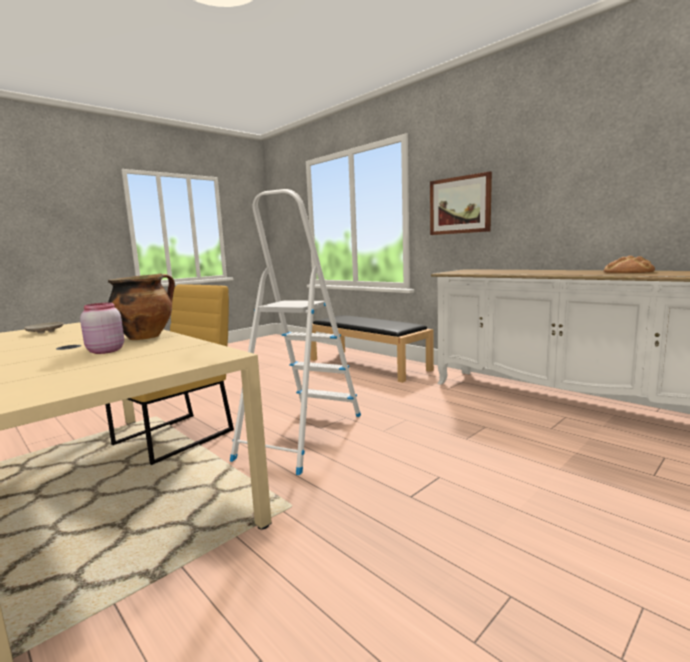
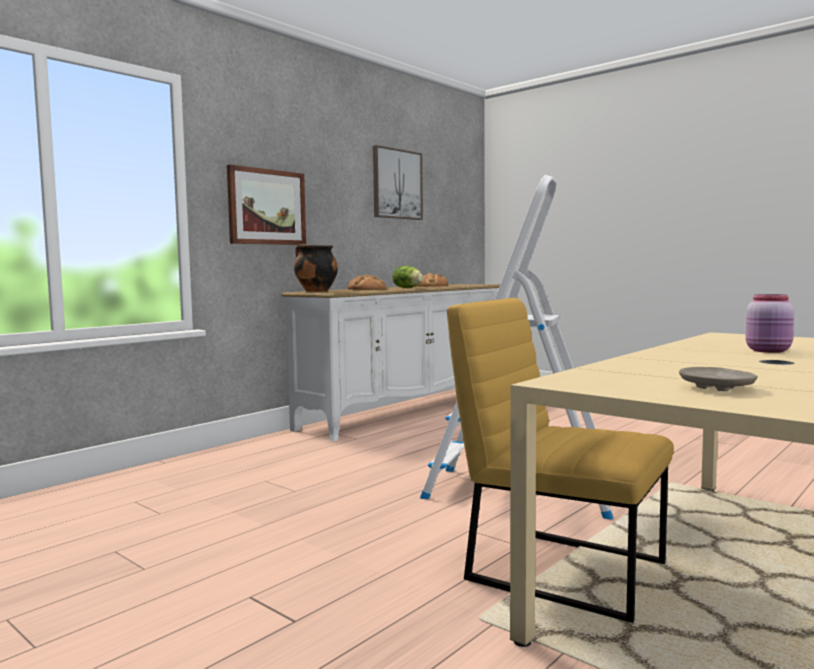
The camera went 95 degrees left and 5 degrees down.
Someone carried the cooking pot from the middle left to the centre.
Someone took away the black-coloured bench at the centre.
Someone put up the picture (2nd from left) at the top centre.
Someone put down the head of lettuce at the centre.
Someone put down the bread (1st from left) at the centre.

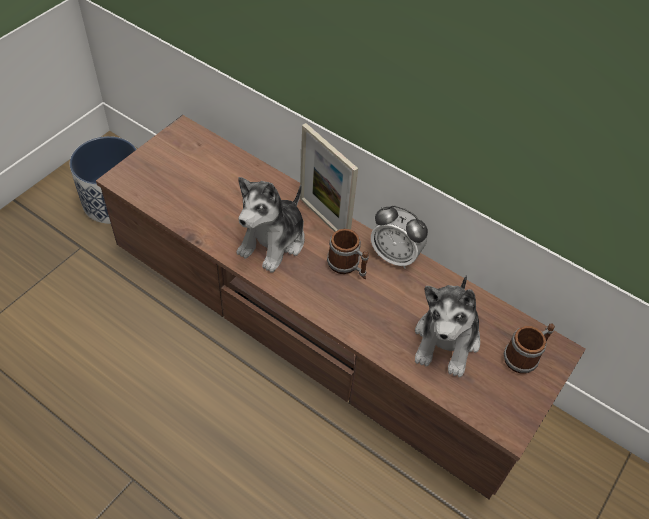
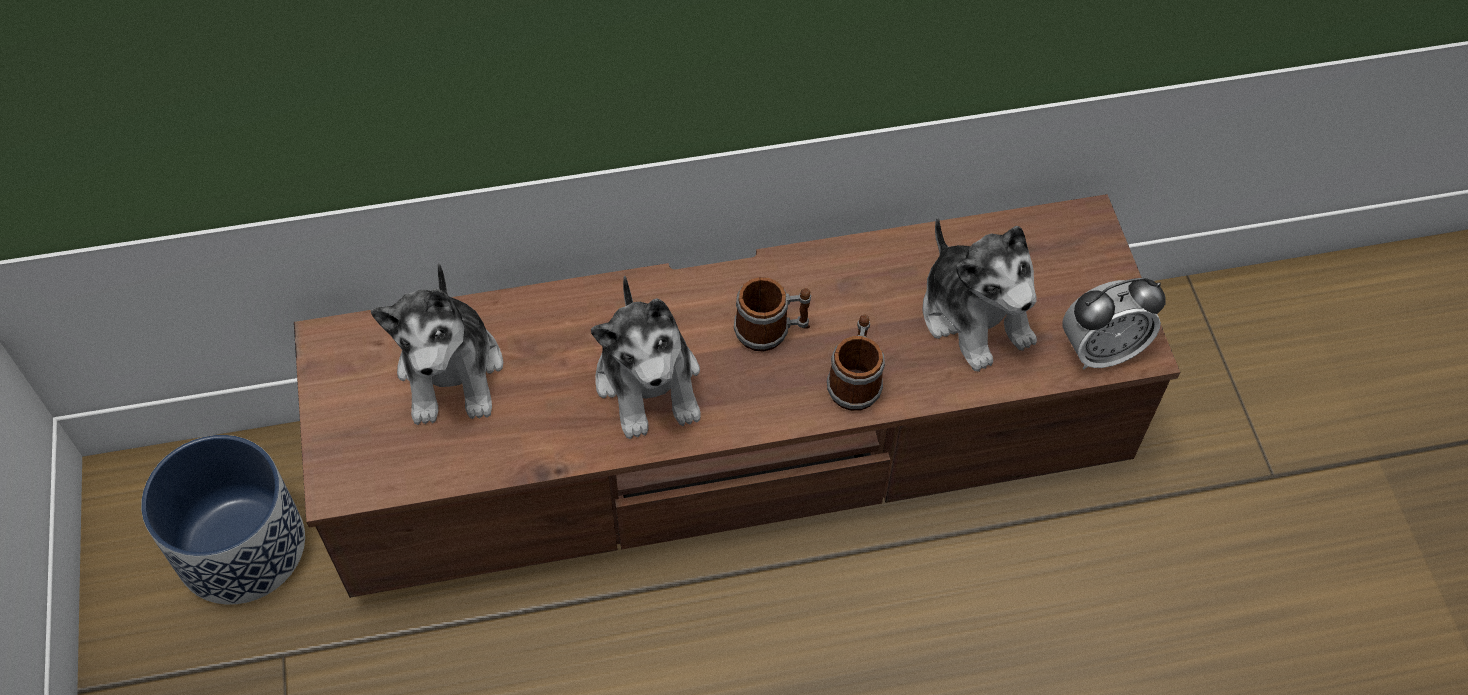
The camera went 45 degrees left and 5 degrees up.
Someone took away the photo frame at the centre.
Someone carried the alarm clock from the centre to the middle right.
Someone carried the coffee mug (2nd from left) from the bottom right to the centre.
Someone put down the cuddly toy (1st from left) at the middle left.

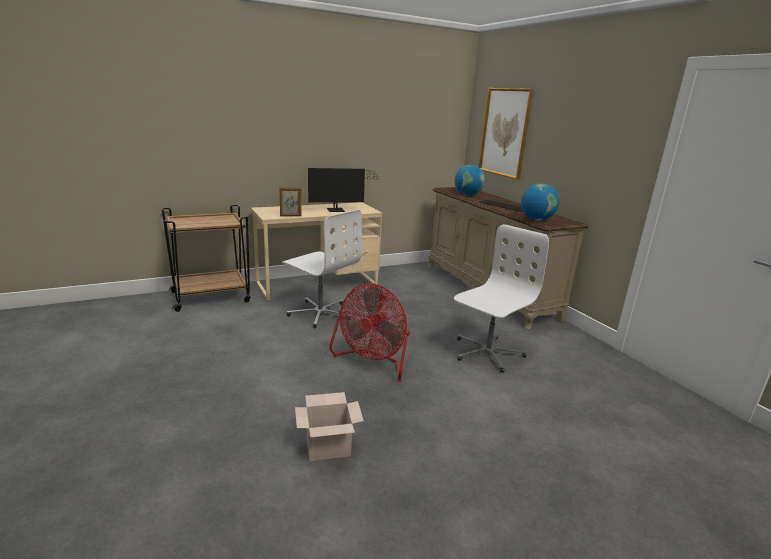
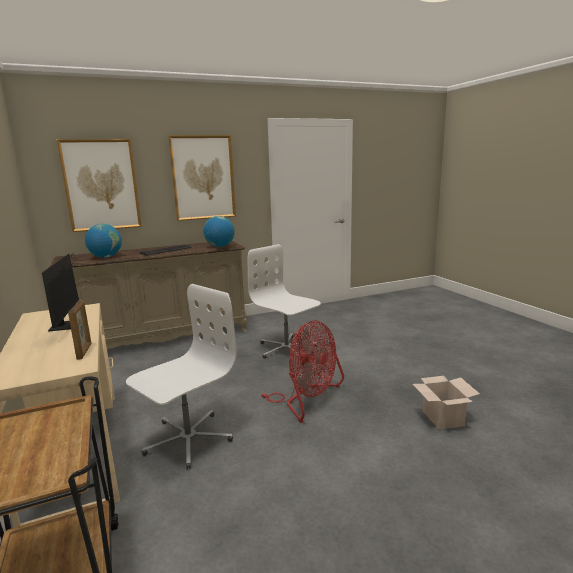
The camera went 85 degrees left and 5 degrees down.
Someone put up the picture (2nd from left) at the top centre.

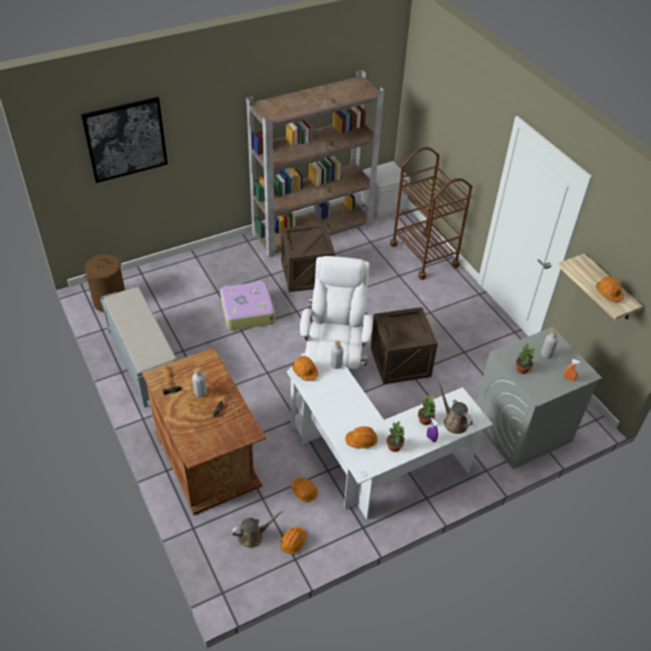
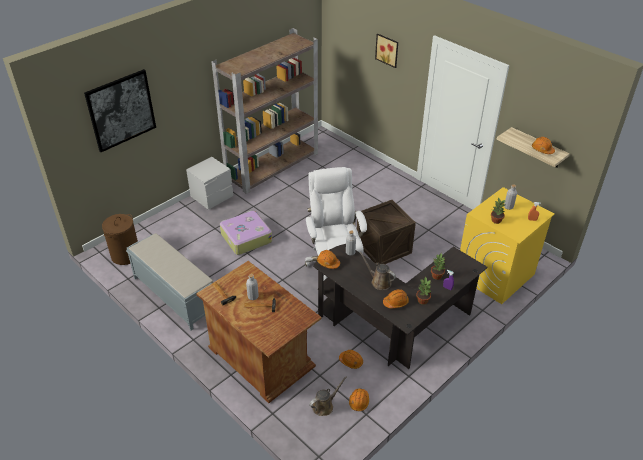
The camera went 15 degrees left and 5 degrees down.
Someone took away the brown trolley at the top centre.
Someone carried the whitish nightstand from the top centre to the middle left.
Someone took away the shipping crate (1st from left) at the centre.
Someone repainted the gray washing machine at the middle right, which became the yellowish washing machine at the middle right.
Someone repainted the whitish desk table at the bottom centre, which became the black-coloured desk table at the centre.
Someone carried the brown sprinkling can (2nd from left) from the middle right to the centre.
Someone put up the picture (2nd from left) at the top centre.

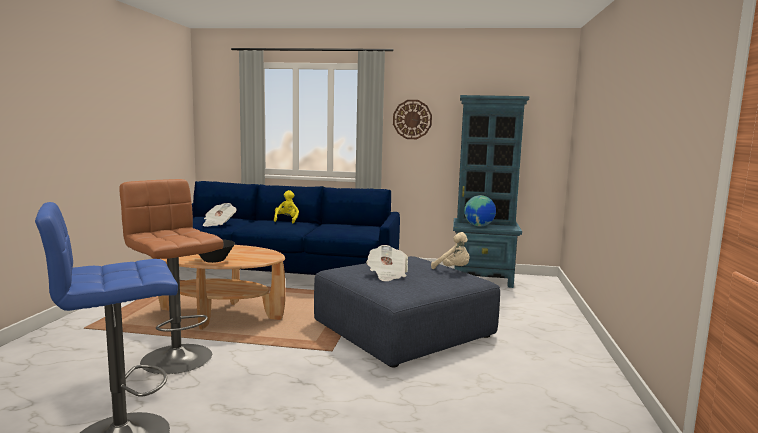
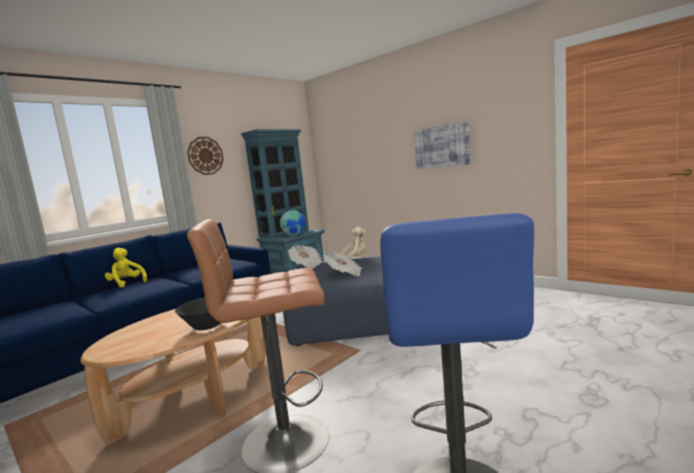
The camera went 55 degrees left and 0 degrees up.
Someone carried the printed paper (1st from left) from the middle left to the centre.
Someone put up the picture at the top centre.

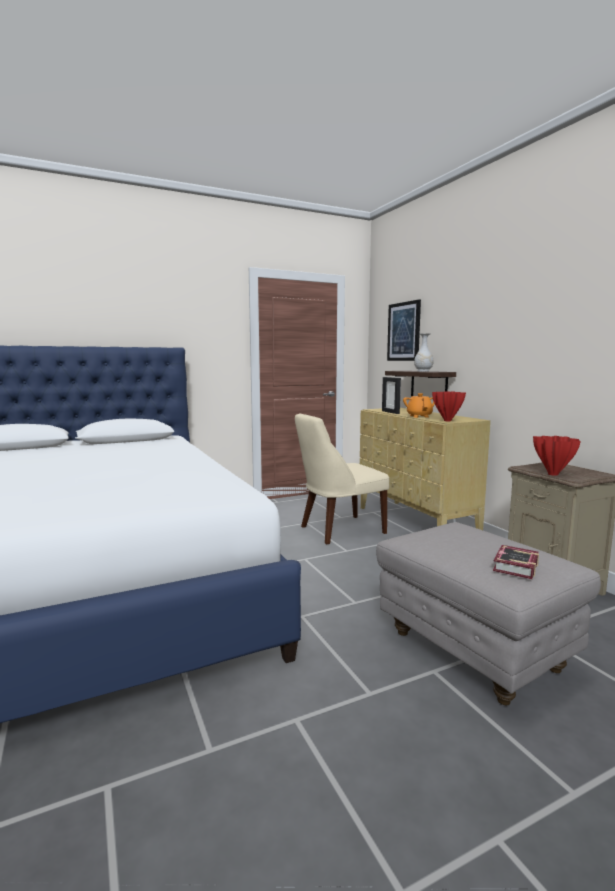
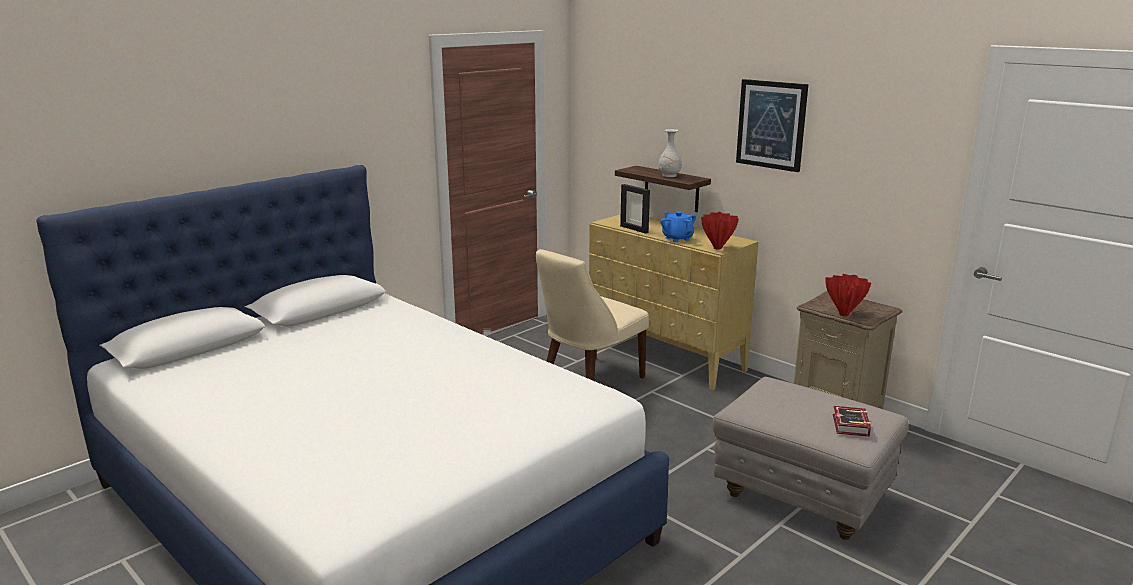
The camera went 20 degrees left and 10 degrees up.
Someone carried the picture from the centre to the top right.
Someone repainted the orange-coloured pot for tea at the middle right, which became the blue-coloured pot for tea at the centre.

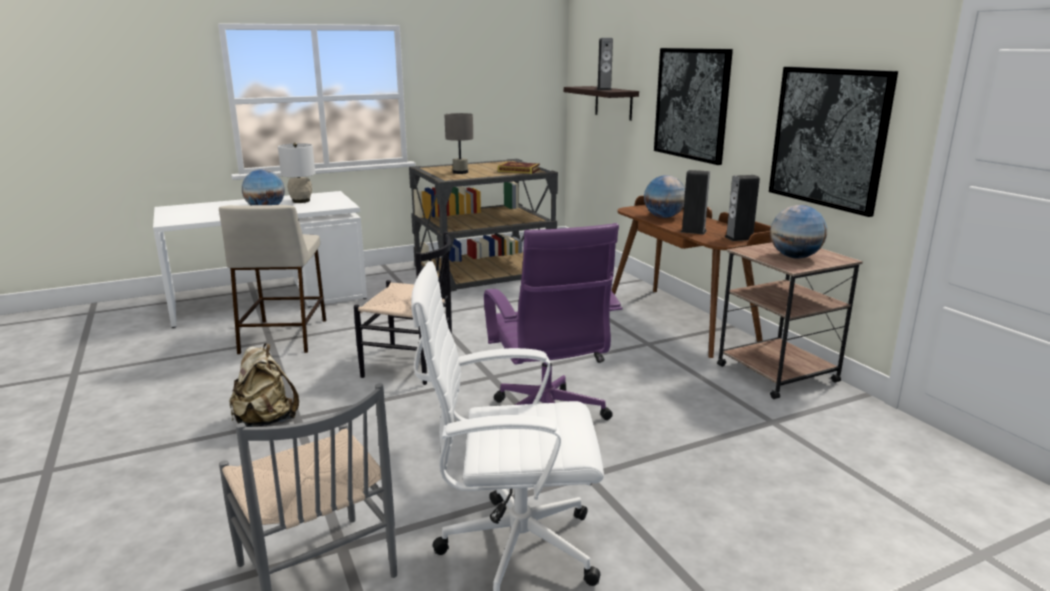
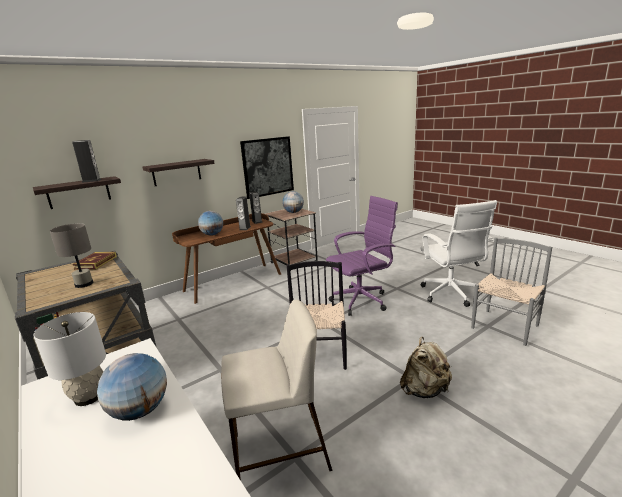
The camera went 100 degrees left and 0 degrees up.
Someone swapped the picture (1st from left) at the top centre for the shelf (2nd from left) at the middle left.

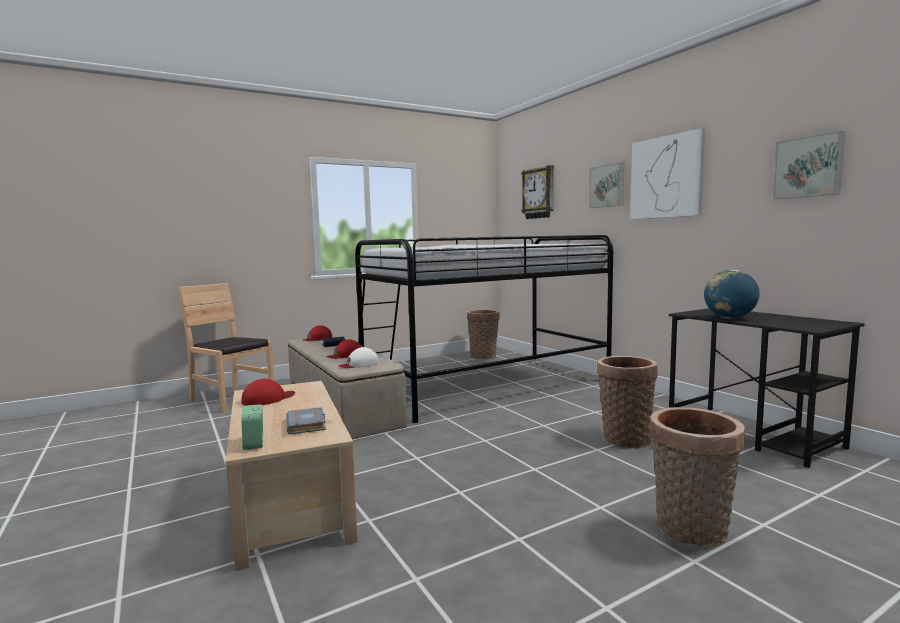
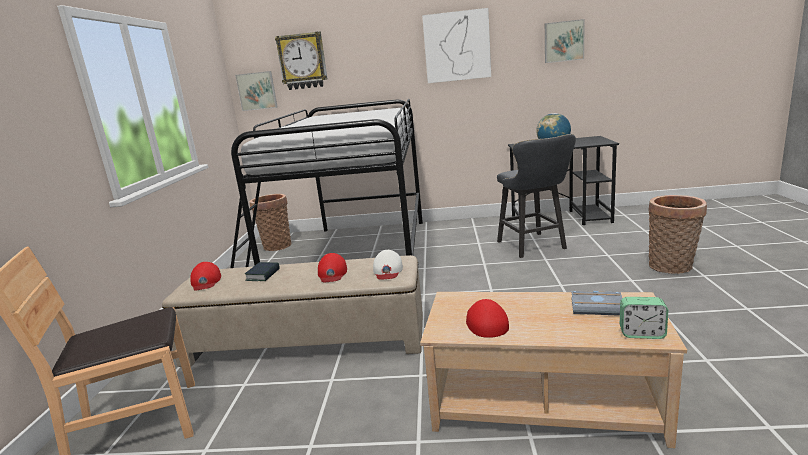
The camera went 55 degrees left and 10 degrees up.
Someone carried the picture (1st from left) from the top right to the top left.
Someone swapped the storage basket (2nd from left) at the middle right for the gray stool at the centre.

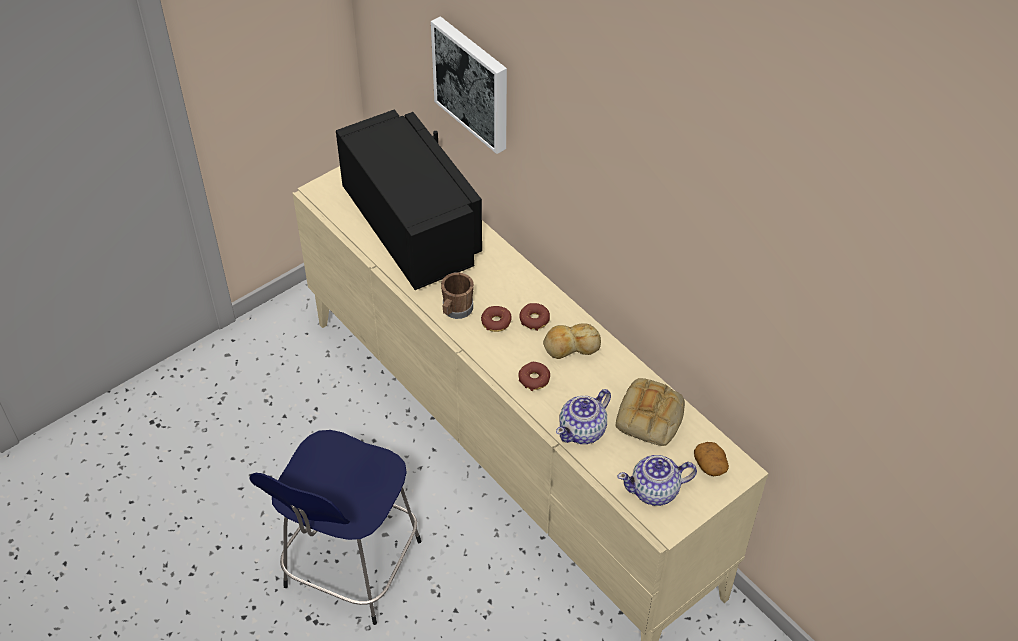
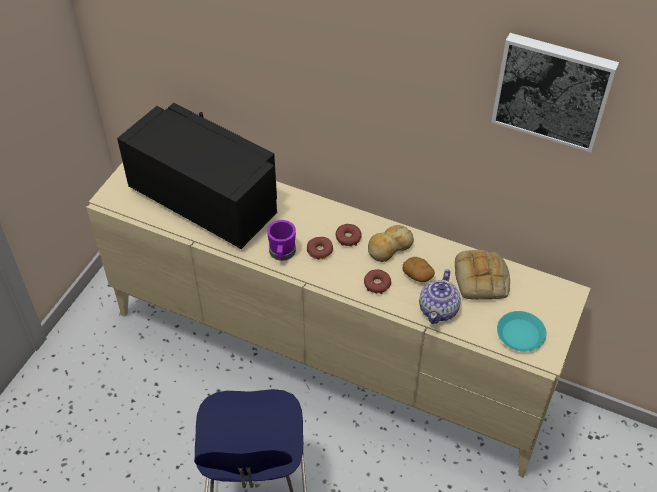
The camera went 25 degrees left and 0 degrees up.
Someone carried the picture from the top centre to the top right.
Someone repainted the brown coffee mug at the centre, which became the purplish coffee mug at the centre.
Someone carried the potato from the bottom right to the centre.
Someone swapped the pot for tea (2nd from left) at the bottom centre for the turquoise dinner plate at the bottom right.

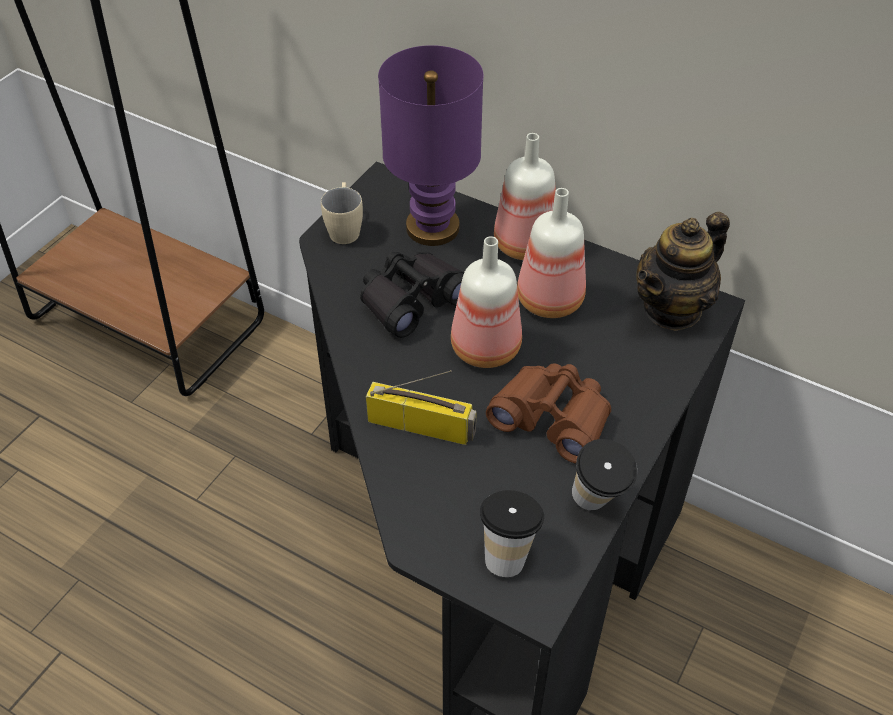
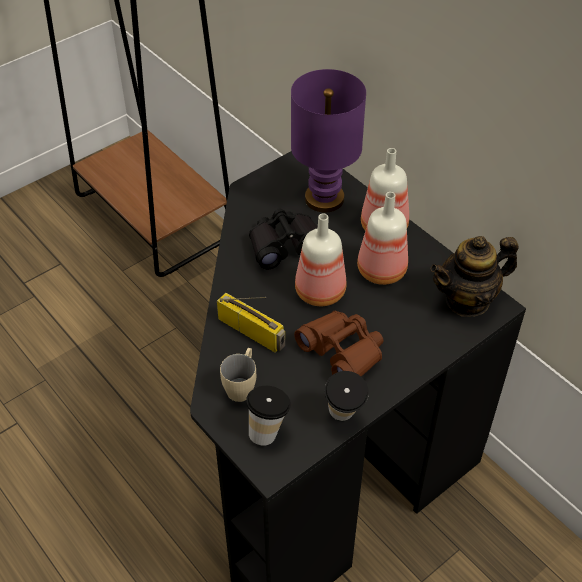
The camera went 20 degrees right and 0 degrees up.
Someone carried the sand-coloured coffee mug from the top centre to the centre.

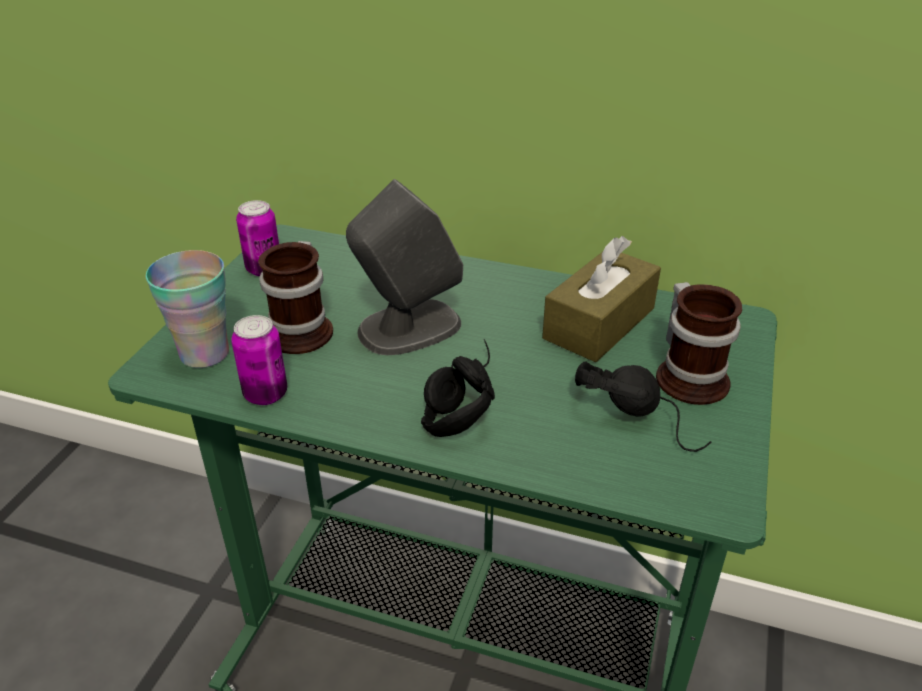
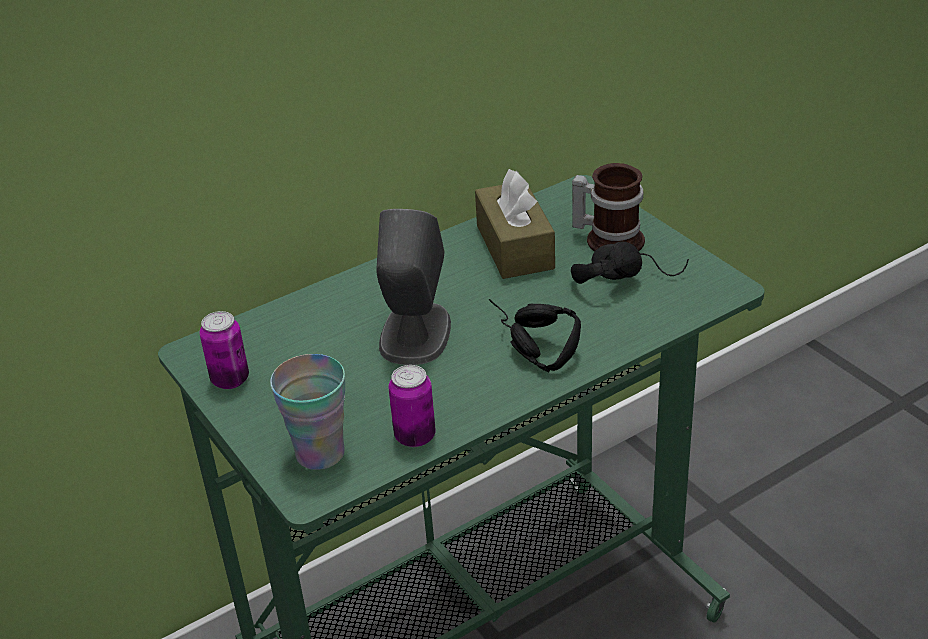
The camera went 50 degrees left and 0 degrees up.
Someone took away the coffee mug (1st from left) at the middle left.

